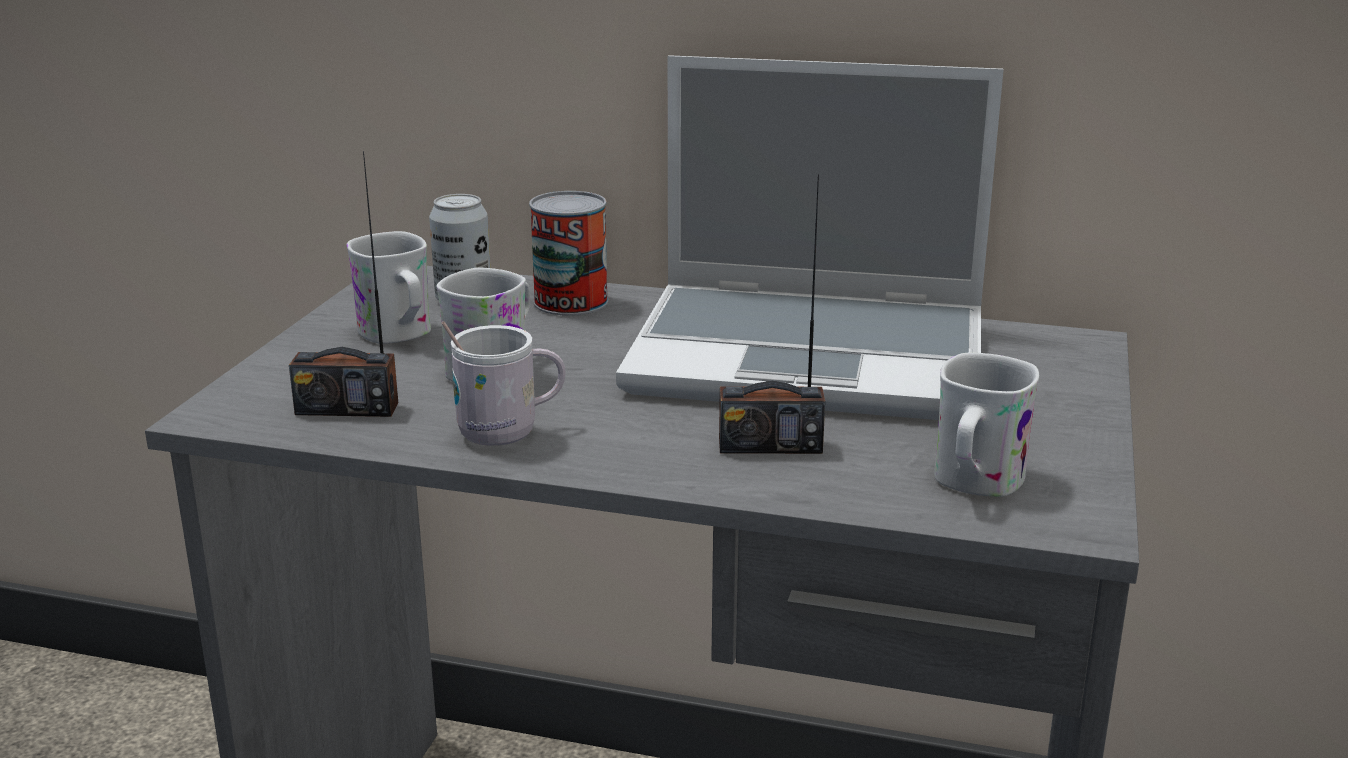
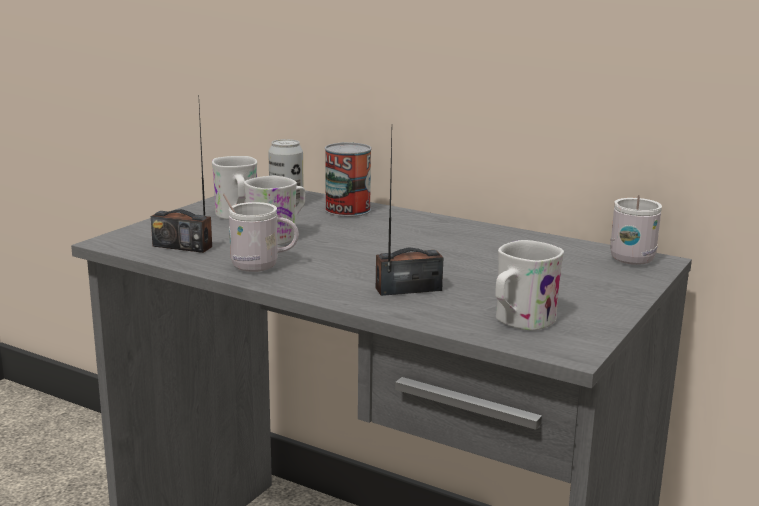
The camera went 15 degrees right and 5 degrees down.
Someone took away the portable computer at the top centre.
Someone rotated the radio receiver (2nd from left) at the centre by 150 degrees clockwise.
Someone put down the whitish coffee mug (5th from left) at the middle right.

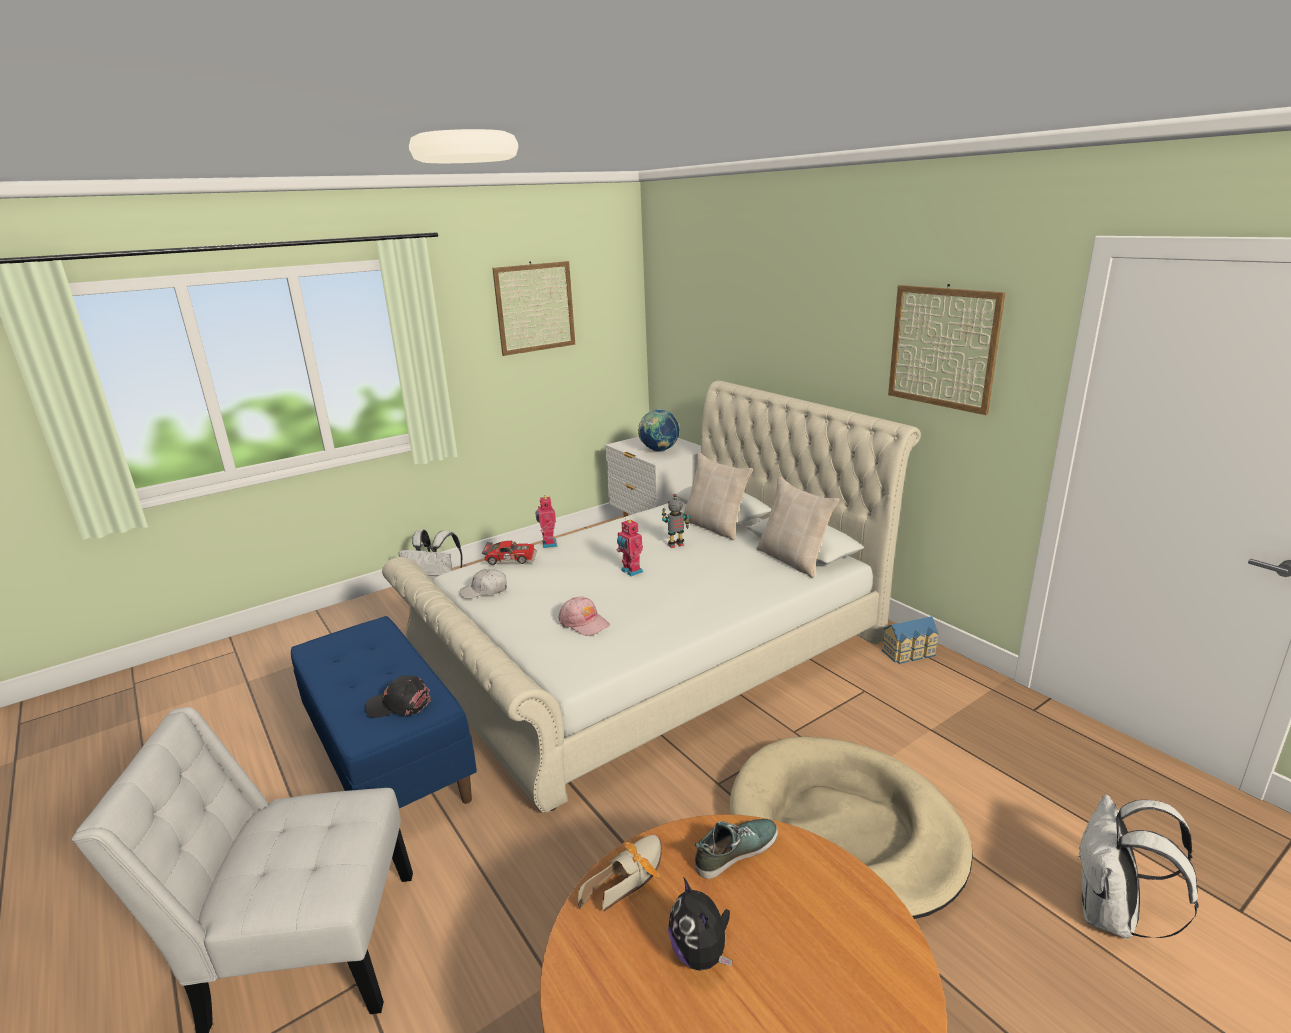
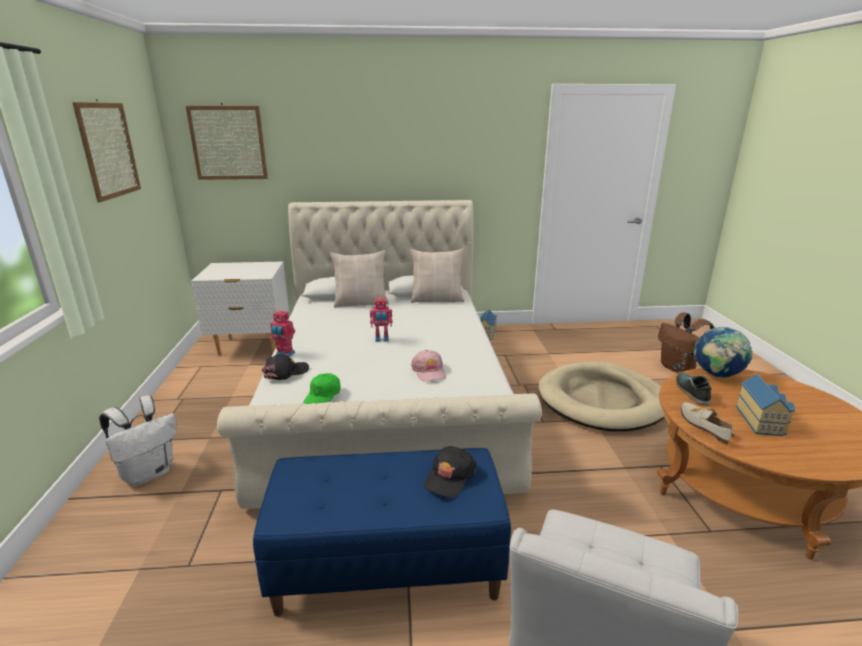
The camera went 60 degrees left and 0 degrees up.
Someone carried the picture (2nd from left) from the middle right to the top left.
Someone carried the desk globe from the centre to the middle right.
Someone took away the robot figure (3rd from left) at the centre.
Someone swapped the model car at the centre for the black-coloured baseball cap (1st from left) at the middle left.
Someone repainted the whitish baseball cap at the centre, which became the greenish baseball cap at the centre.
Someone rotated the pink baseball cap at the centre by 90 degrees clockwise.
Someone repainted the whitish backpack (2nd from left) at the bottom right, which became the brown backpack at the middle right.
Someone swapped the cuddly toy at the bottom centre for the miniature house (2nd from left) at the middle right.

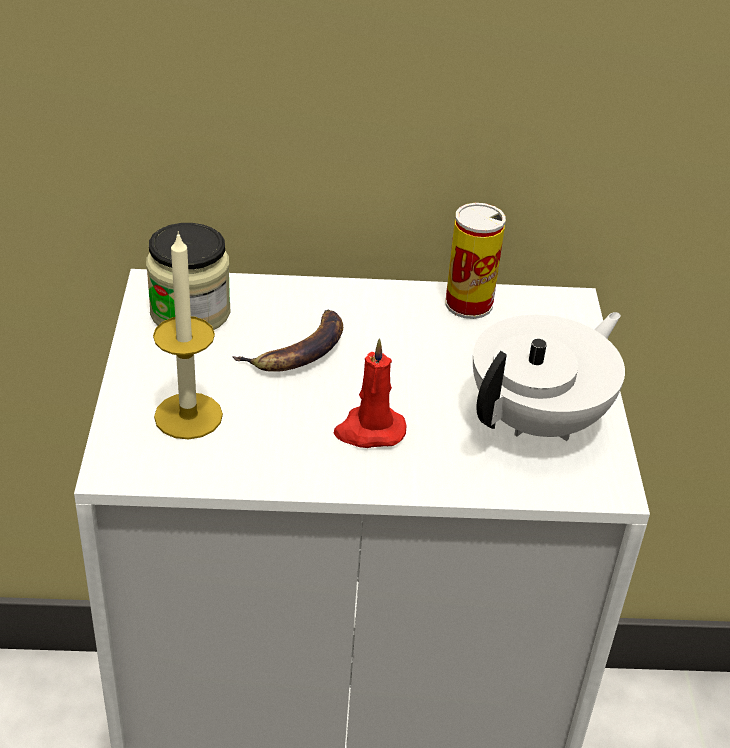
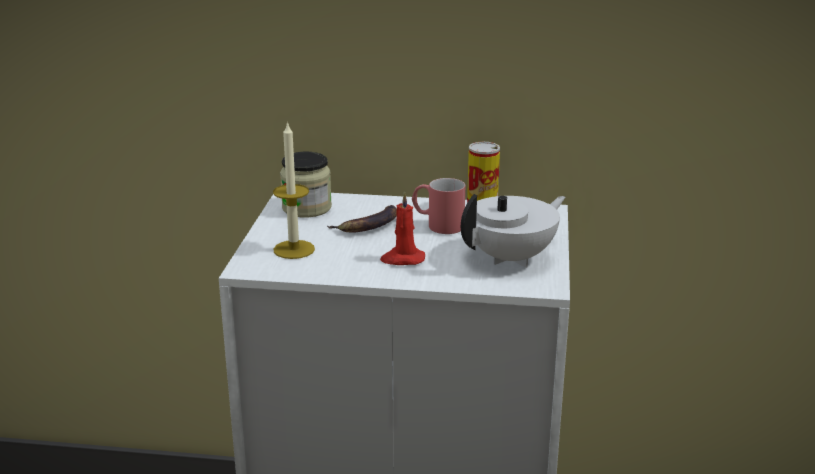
The camera went 10 degrees right and 15 degrees down.
Someone put down the reddish coffee mug at the centre.

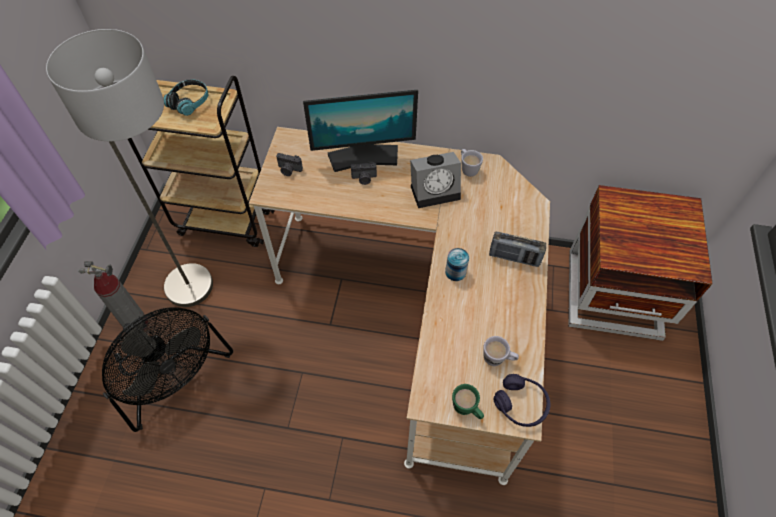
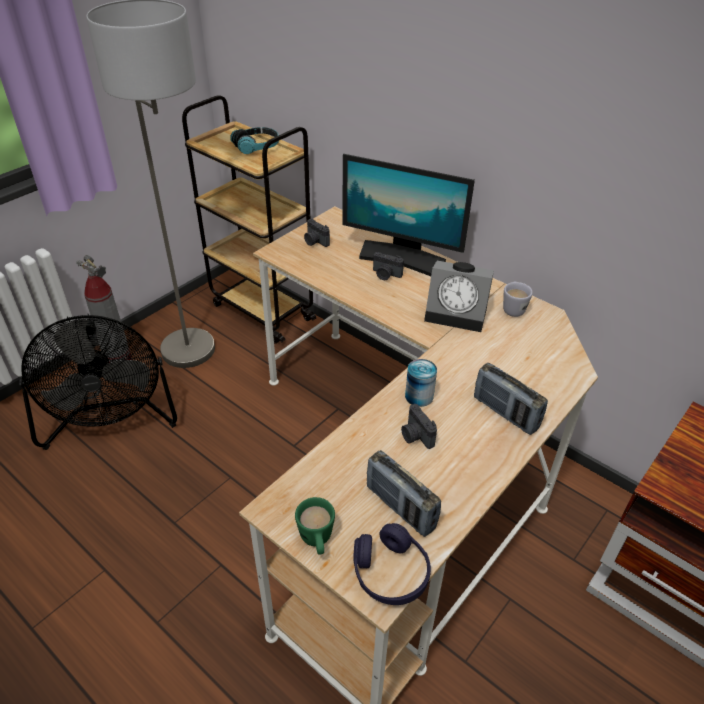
The camera went 30 degrees right and 15 degrees down.
Someone swapped the whitish coffee mug (2nd from left) at the bottom centre for the radio receiver (1st from left) at the bottom centre.
Someone put down the photo camera (3rd from left) at the centre.

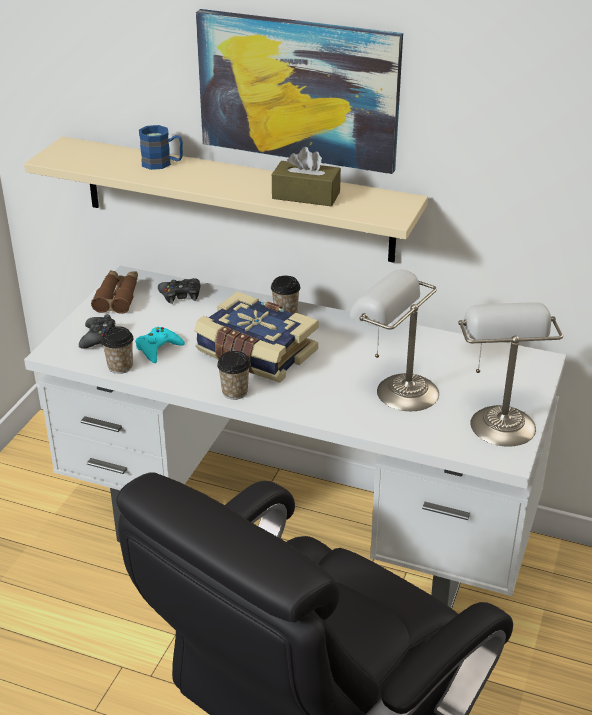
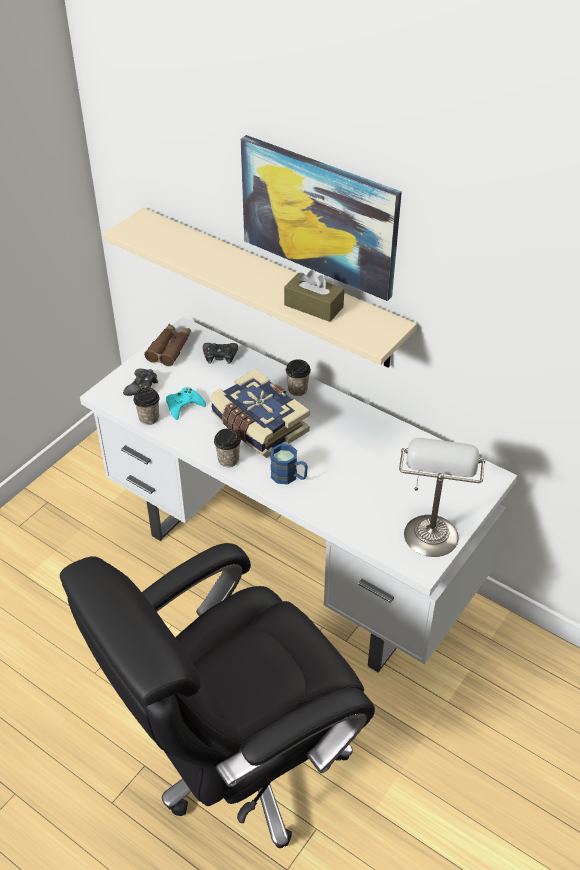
The camera went 15 degrees right and 10 degrees up.
Someone carried the blue-coloured coffee mug from the top left to the centre.
Someone took away the whitish table lamp (1st from left) at the centre.

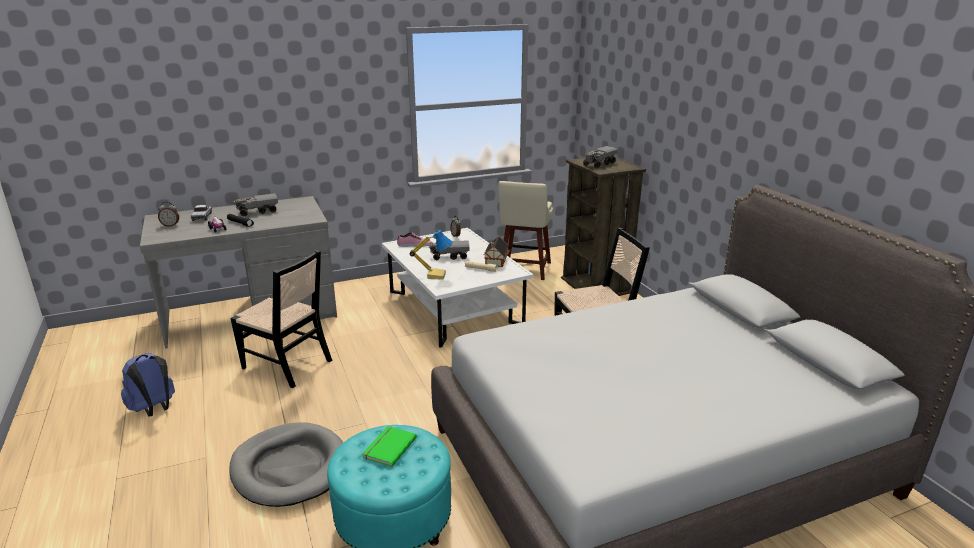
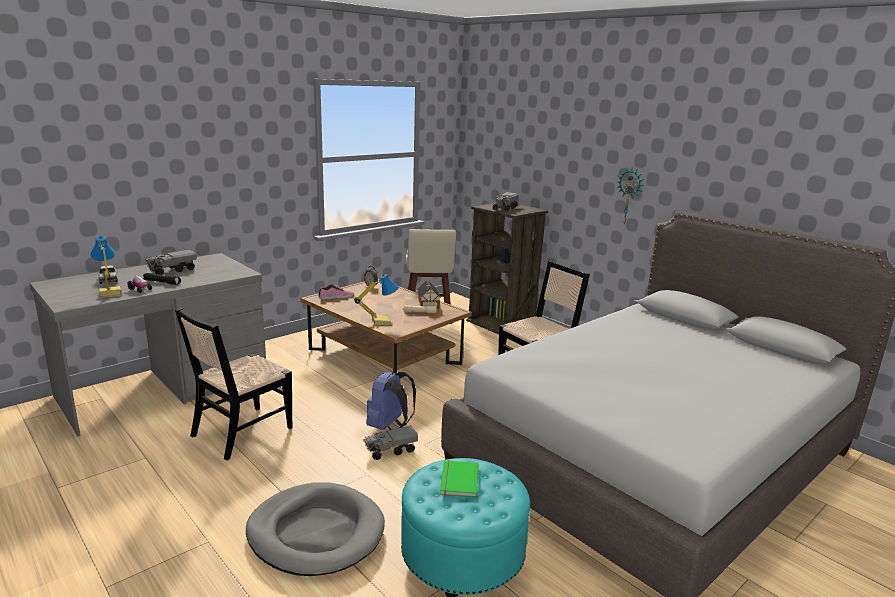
The camera went 20 degrees left and 5 degrees down.
Someone took away the alarm clock (1st from left) at the middle left.
Someone repainted the whitish coffee table at the centre, which became the brown coffee table at the centre.
Someone carried the toy truck (3rd from left) from the centre to the bottom centre.
Someone rotated the plain chair (1st from left) at the middle left by 120 degrees clockwise.
Someone carried the blue-coloured backpack from the bottom left to the bottom centre.
Someone put up the hanging clock at the top right.
Someone put down the table lamp (1st from left) at the middle left.

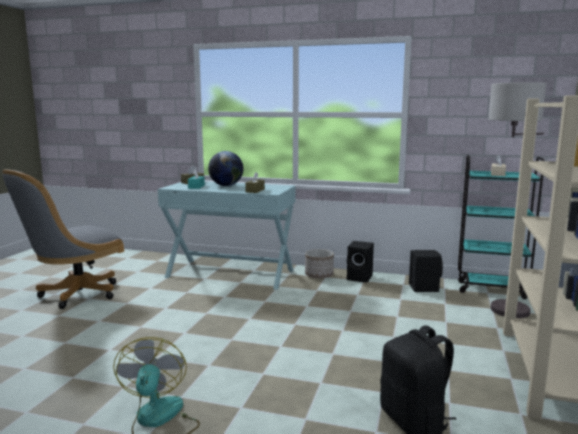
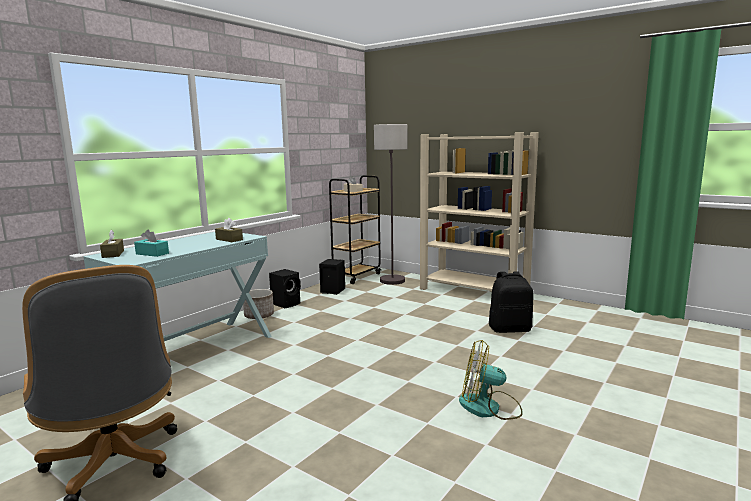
The camera went 70 degrees left and 0 degrees up.
Someone took away the desk globe at the centre.
Someone repainted the turquoise trolley at the middle right, which became the brown trolley at the centre.

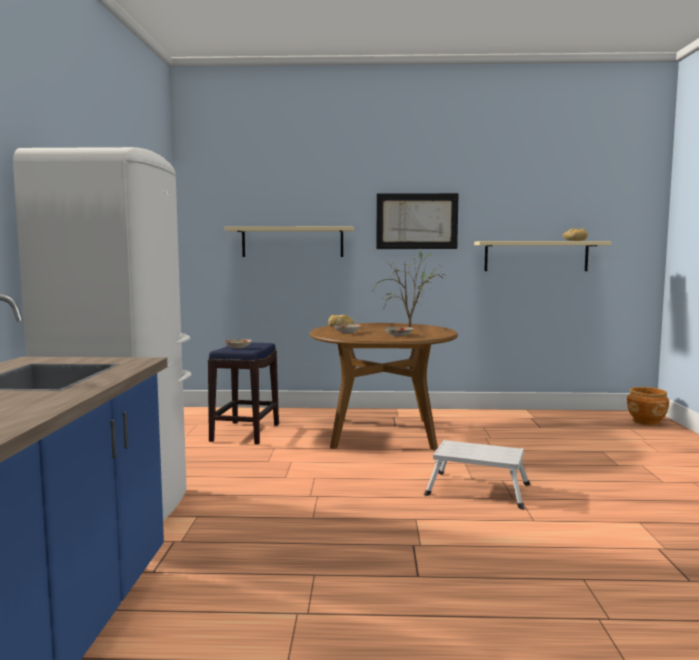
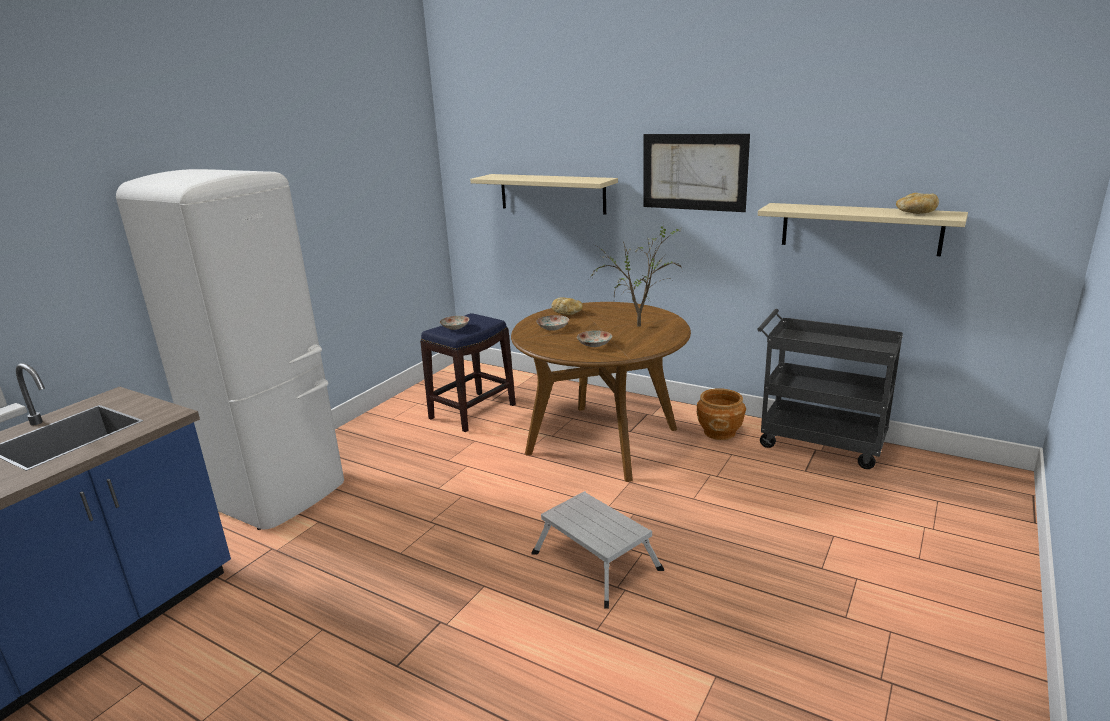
The camera went 30 degrees right and 15 degrees up.
Someone carried the brown plant pot from the middle right to the centre.
Someone put down the gray trolley at the middle right.

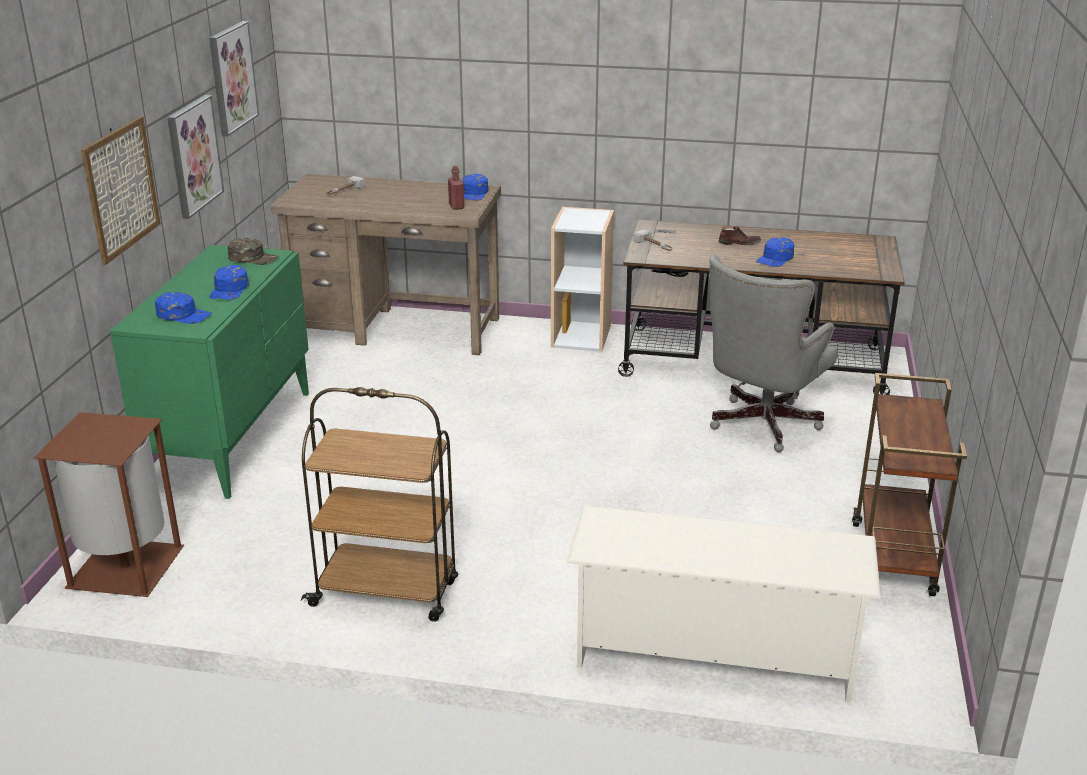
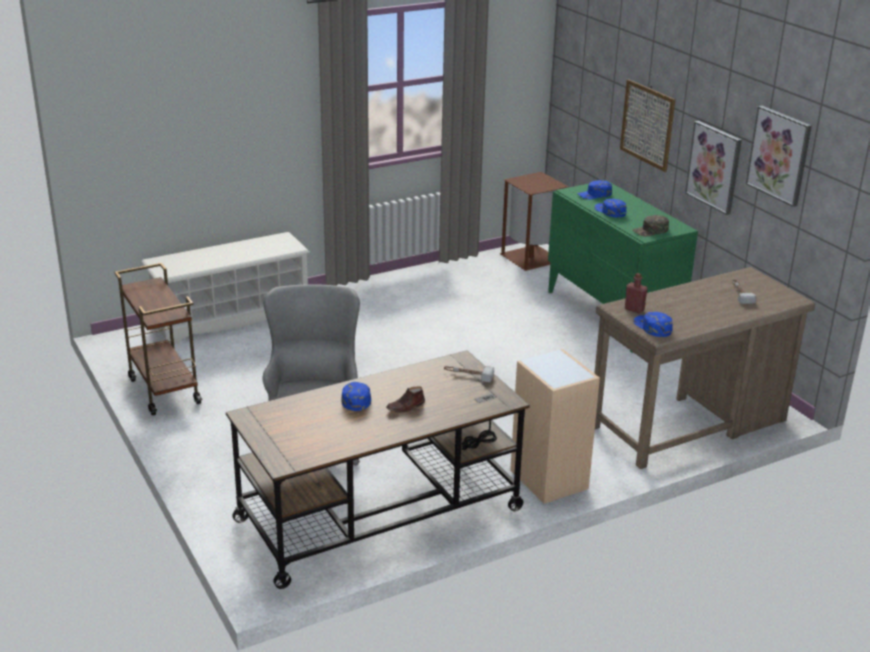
The camera went 140 degrees right and 0 degrees up.
Someone took away the brown trolley (1st from left) at the centre.

